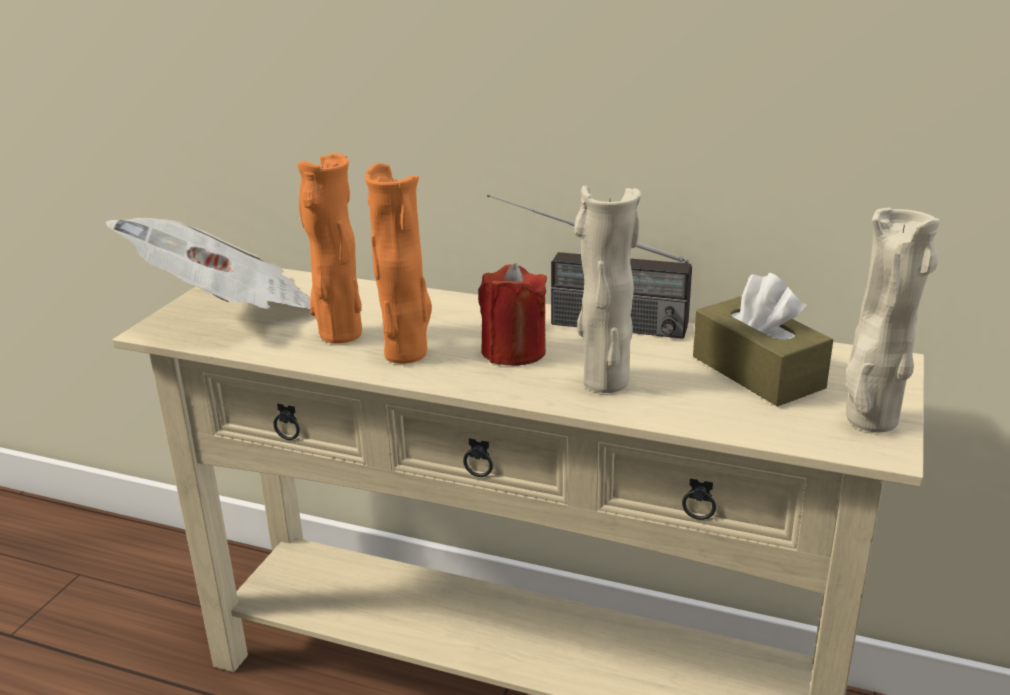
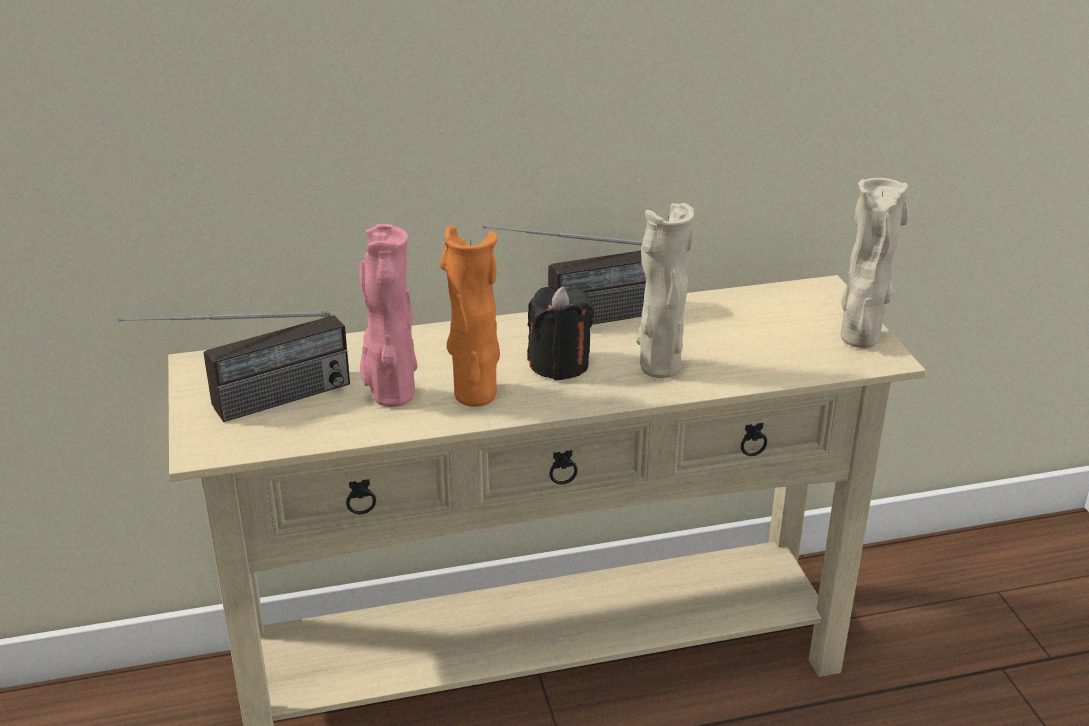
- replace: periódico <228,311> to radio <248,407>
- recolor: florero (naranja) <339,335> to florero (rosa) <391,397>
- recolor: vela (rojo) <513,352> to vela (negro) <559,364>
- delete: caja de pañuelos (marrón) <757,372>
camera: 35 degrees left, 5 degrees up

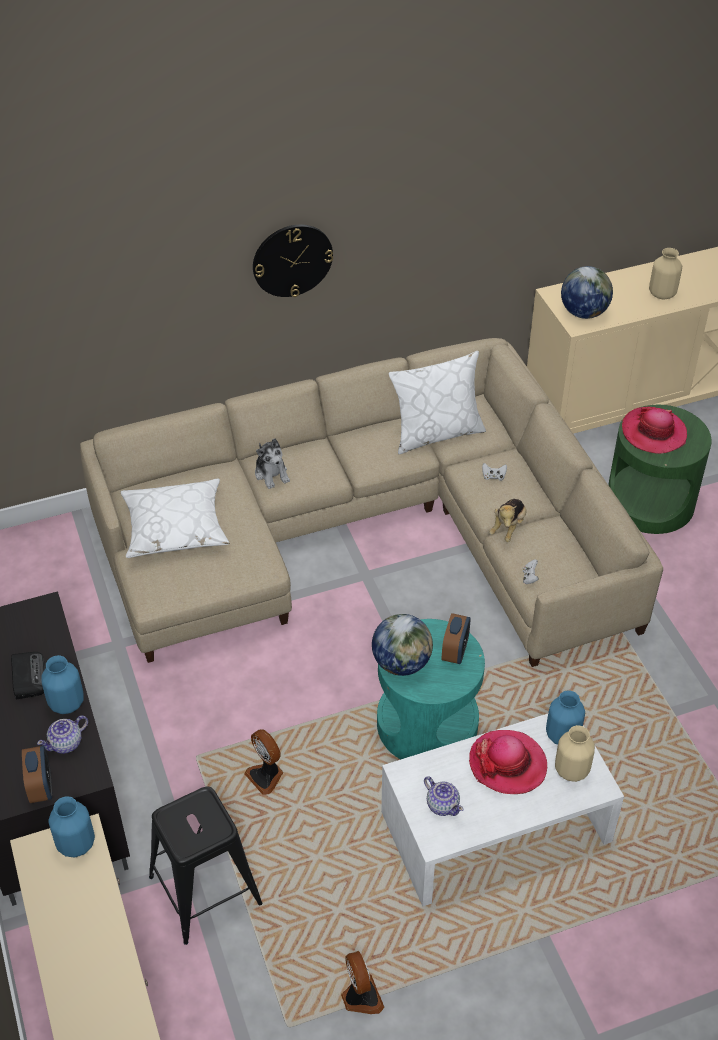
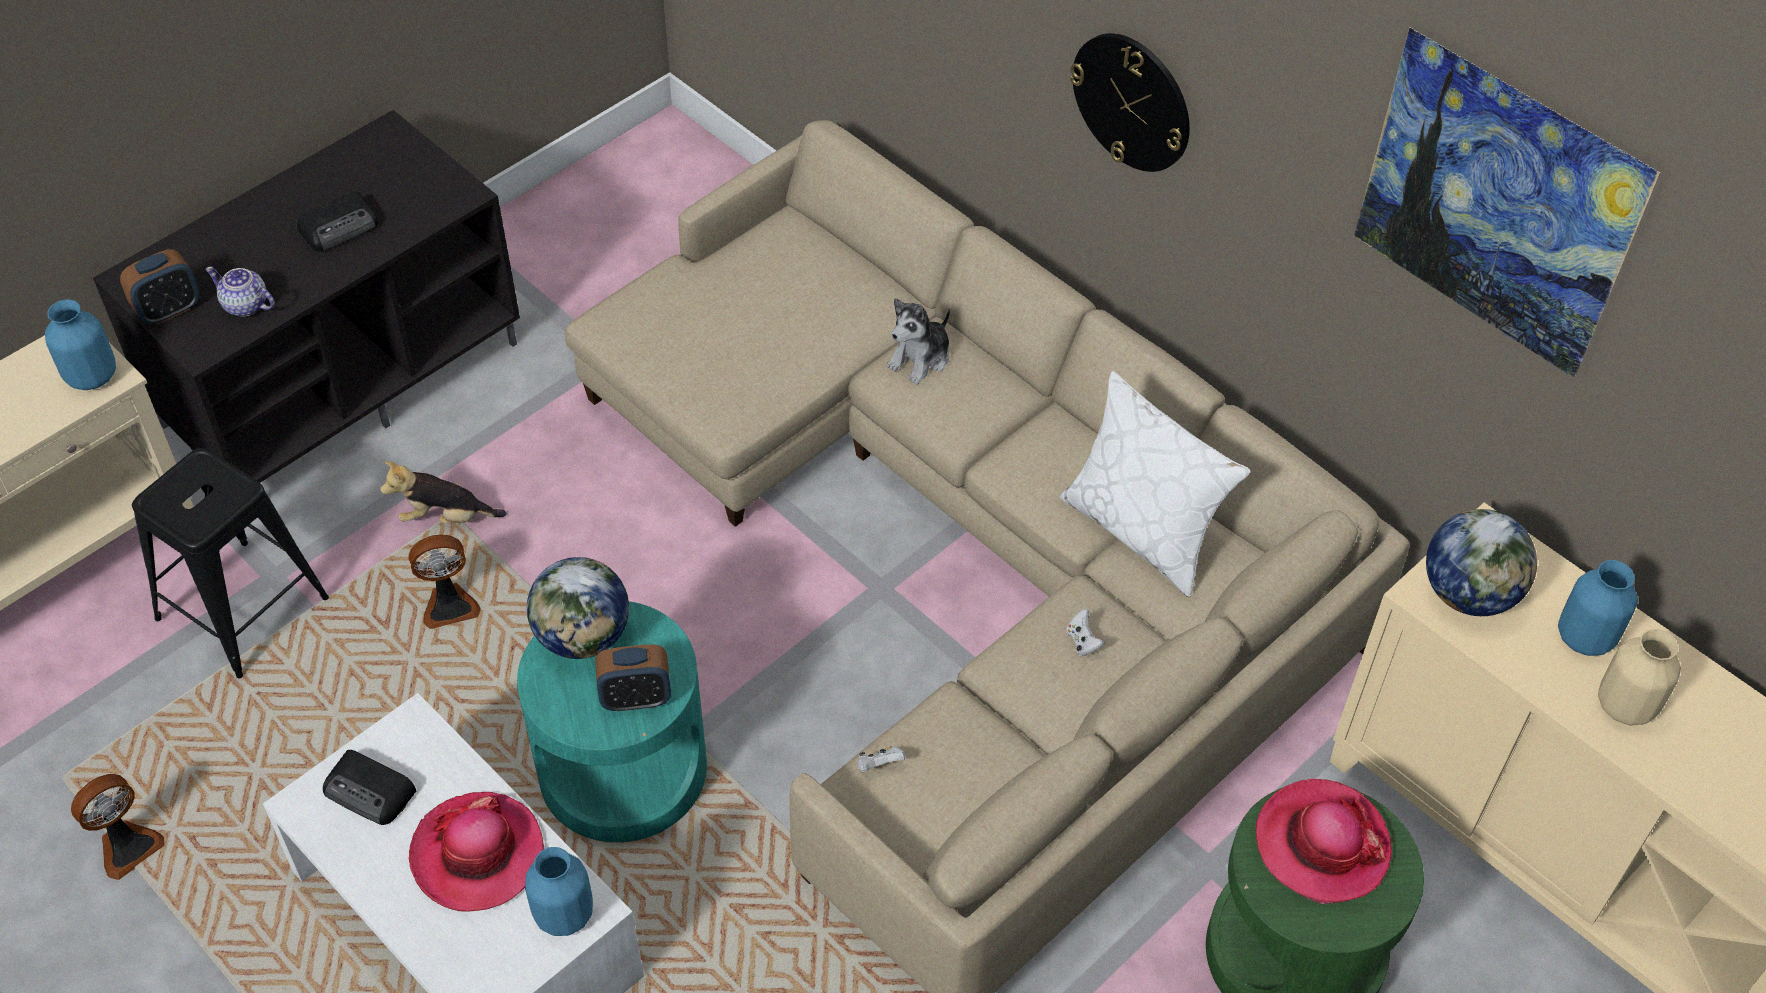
- move: florero (azul) <66,703> to <1583,637>
- delete: cojín (blanco) <175,527>
- rotate: ventilador <266,776> = <449,605> 135 degrees counterclockwise
- replace: tetera <442,804> to radio <371,791>
- move: peluche <508,527> to <445,517>
- delete: florero (beis) <572,770>
- insert: cuadro <1477,257>
camera: 65 degrees right, 5 degrees up

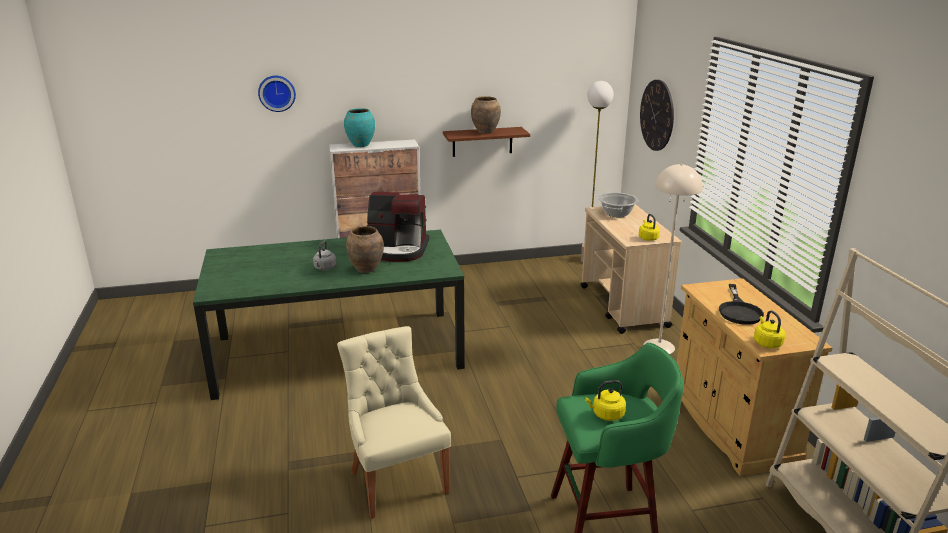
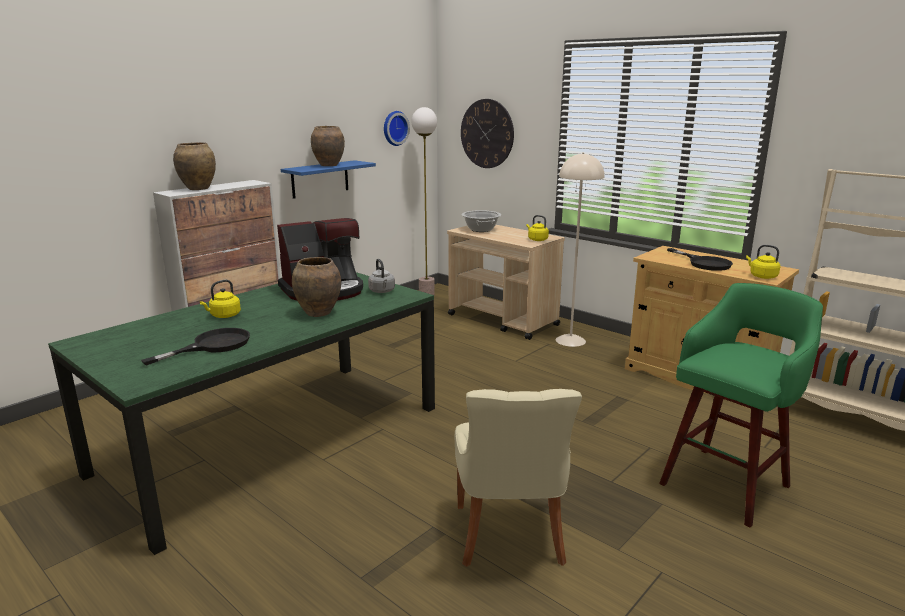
- move: reloj de pared <277,93> to <394,128>
- move: hervidor (gris) <324,268> to <382,291>
- rotate: silla (beis) <396,480> = <510,537> 120 degrees counterclockwise
- recolor: florero (turquesa) <361,145> to florero (marrón) <198,188>
- recolor: estante (marrón) <482,141> to estante (azul) <320,179>
- move: hervidor (amarillo) <606,415> to <224,316>
- insert: sartén (negro) <212,345>
camera: 35 degrees left, 5 degrees down

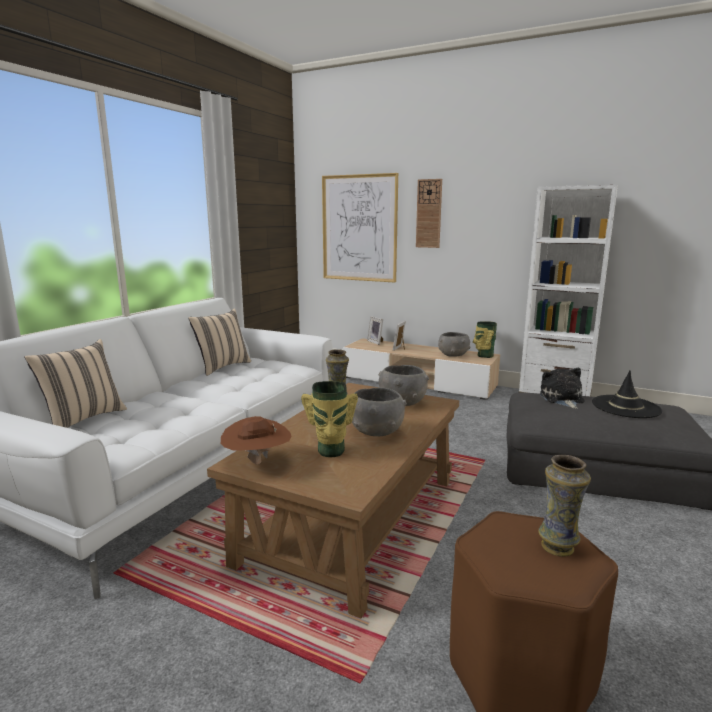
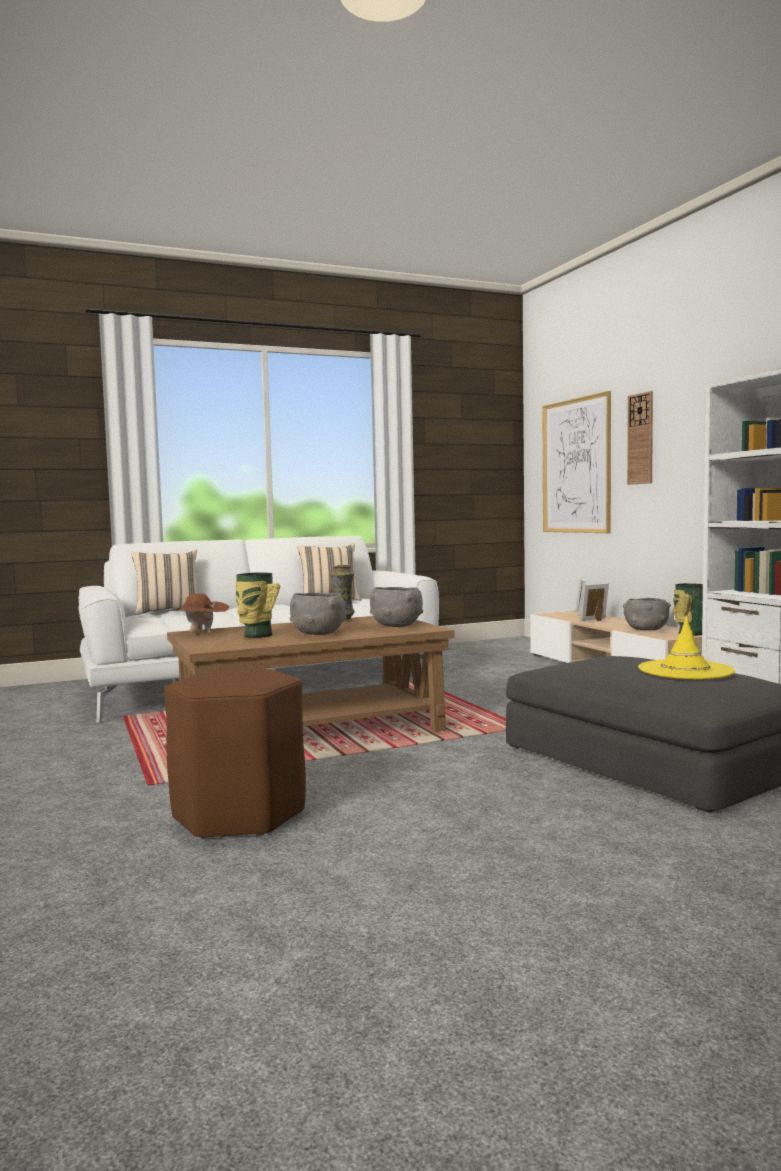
- delete: florero <558,547>
- delete: peluche <562,399>
- recolor: sombrero (negro) <625,407> to sombrero (amarillo) <685,670>
camera: 40 degrees right, 10 degrees down

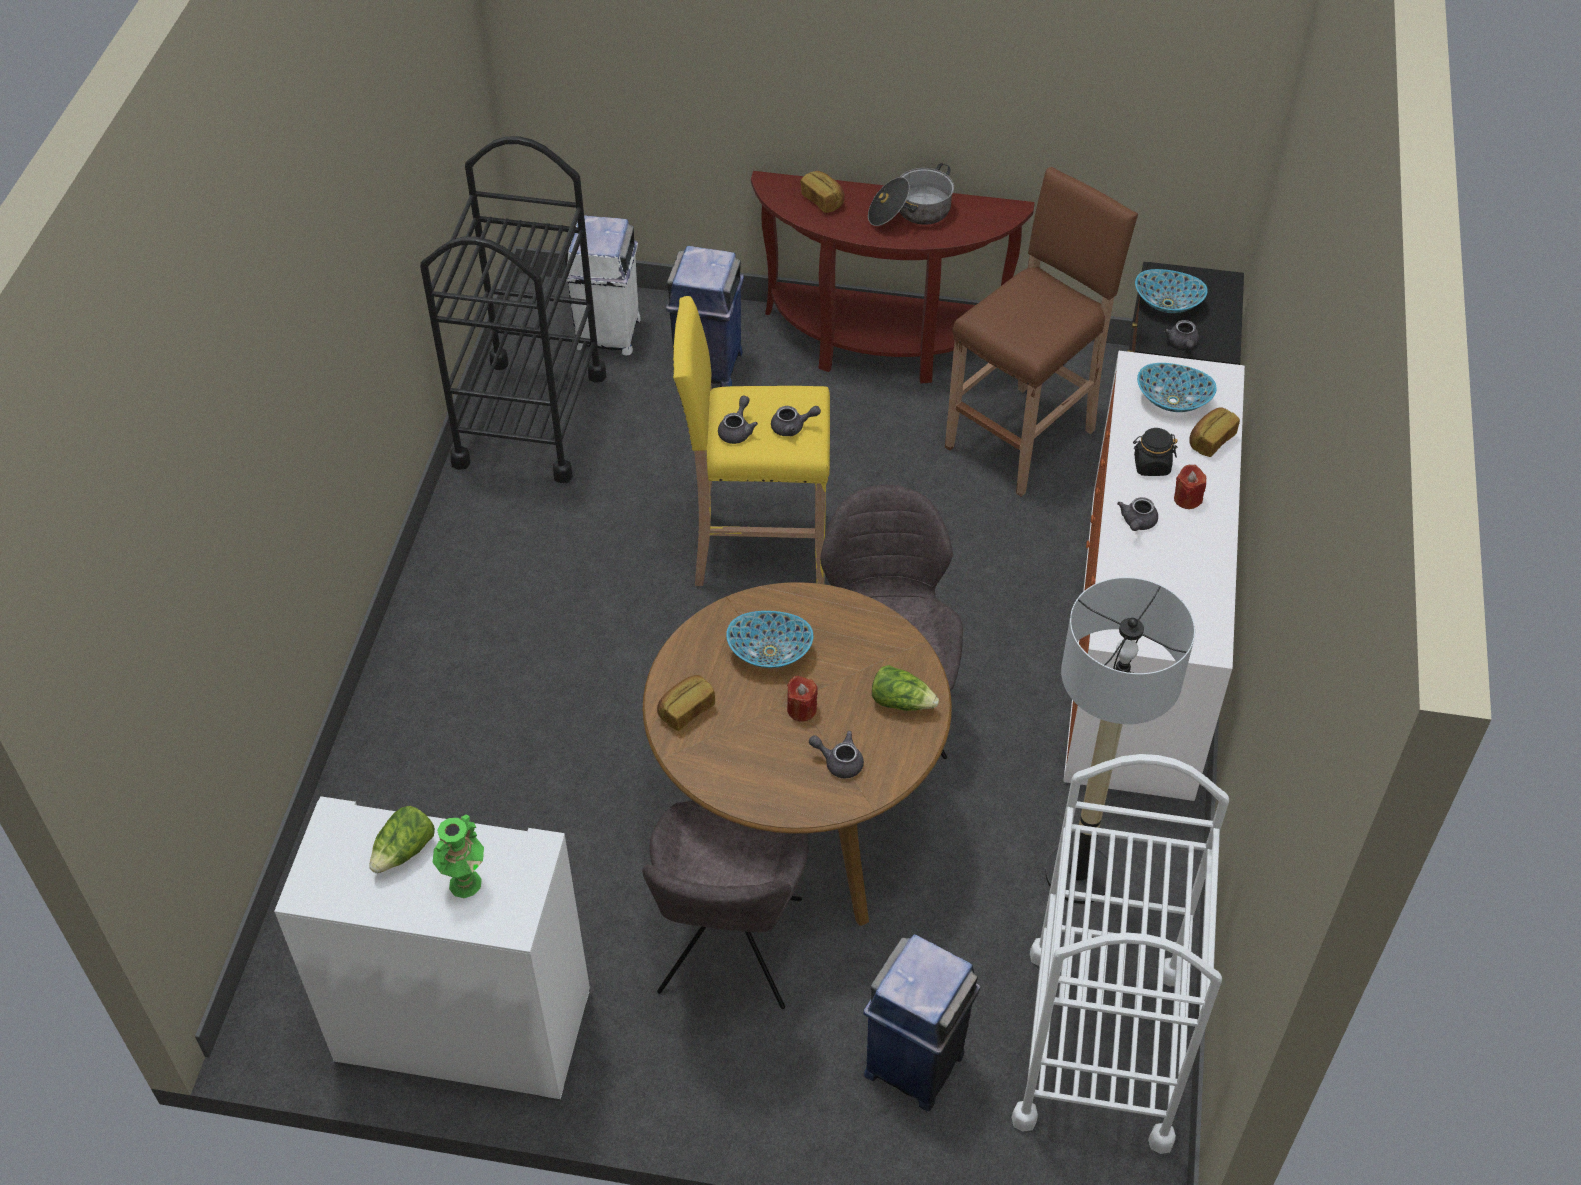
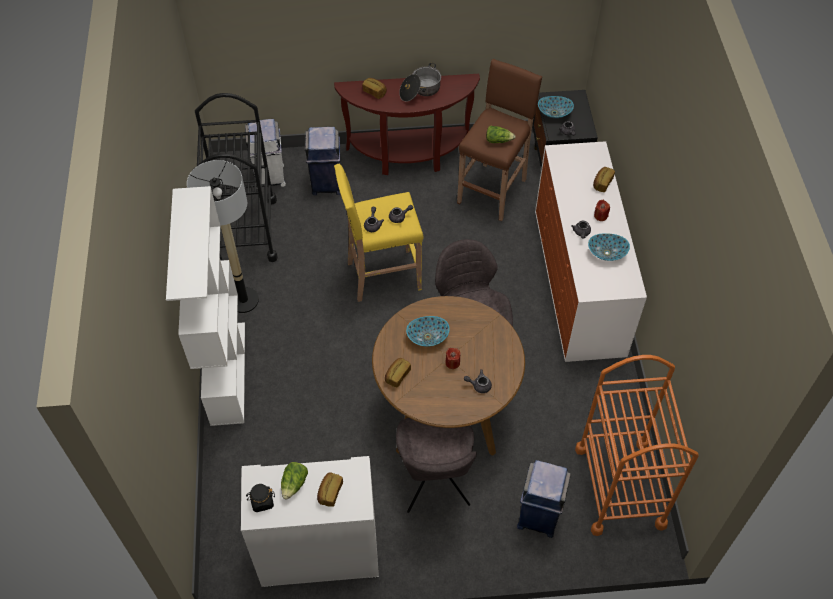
- replace: florero (verde) <464,883> to pan <330,493>
- move: lechuga <901,701> to <498,140>
- recolor: carrito (blanco) <1099,1046> to carrito (naranja) <620,486>
- move: lámpara de pie <1079,875> to <244,300>
- move: tarro (negro) <1151,465> to <262,502>
- move: cuenco <1172,400> to <606,252>
- insert: estantería (blanco) <227,372>
camera: 15 degrees left, 5 degrees up

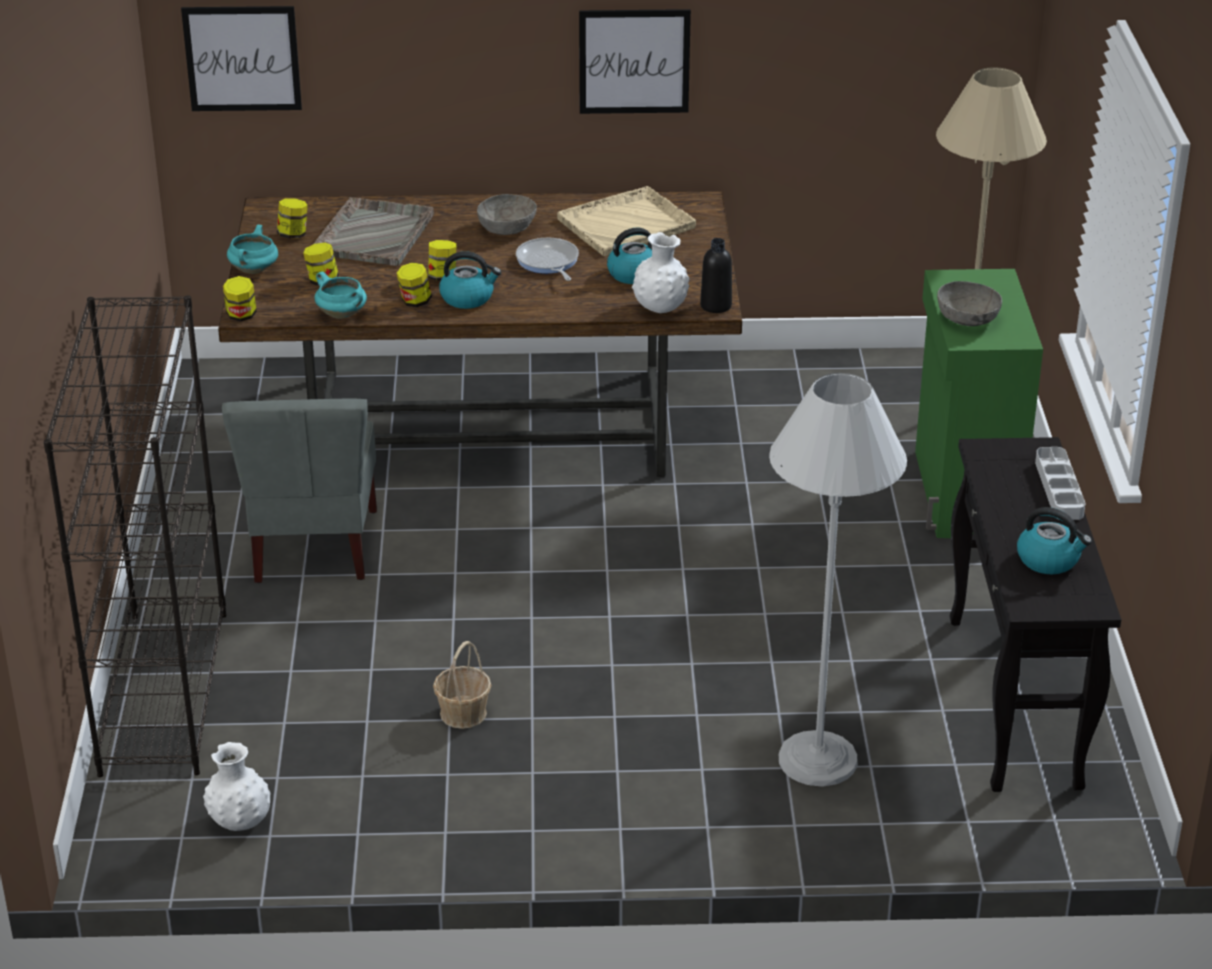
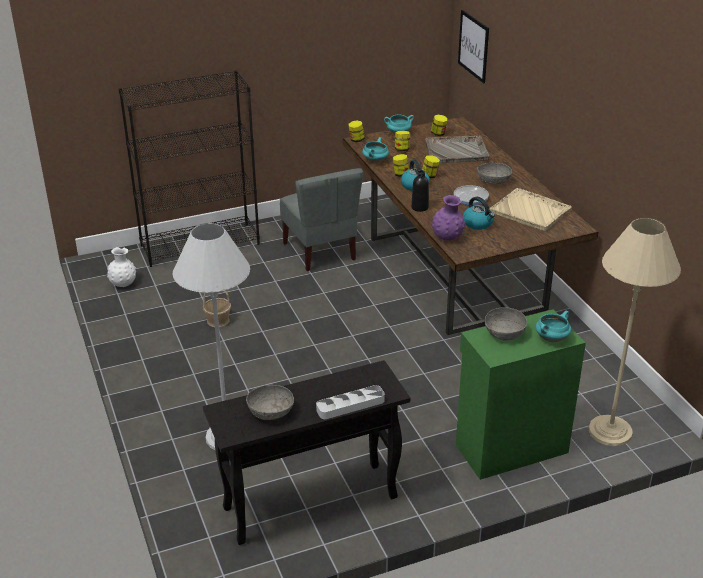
- rotate: silla (gris) <313,547> = <320,251> 90 degrees counterclockwise
- delete: cuadro <634,61>
- recolor: florero (blanco) <660,308> to florero (morado) <447,238>
- move: botella (negro) <716,306> to <419,207>
- replace: hervidor <1049,560> to cuenco (gris) <271,412>
- insert: olla (turquesa) <552,338>
camera: 70 degrees right, 0 degrees up

